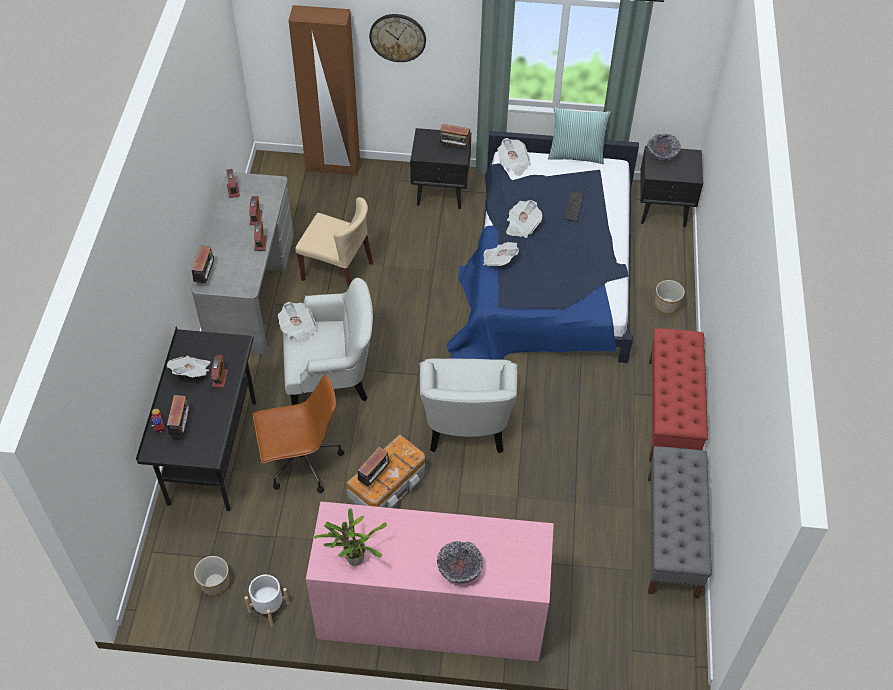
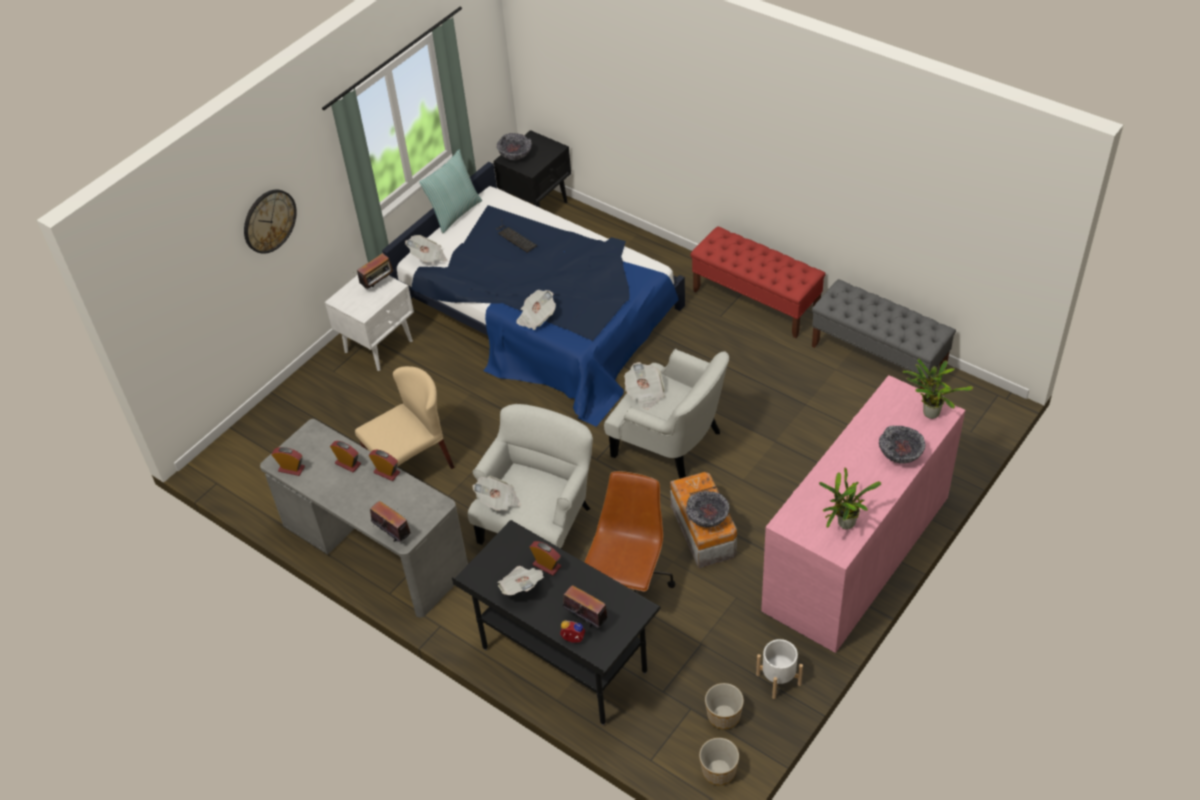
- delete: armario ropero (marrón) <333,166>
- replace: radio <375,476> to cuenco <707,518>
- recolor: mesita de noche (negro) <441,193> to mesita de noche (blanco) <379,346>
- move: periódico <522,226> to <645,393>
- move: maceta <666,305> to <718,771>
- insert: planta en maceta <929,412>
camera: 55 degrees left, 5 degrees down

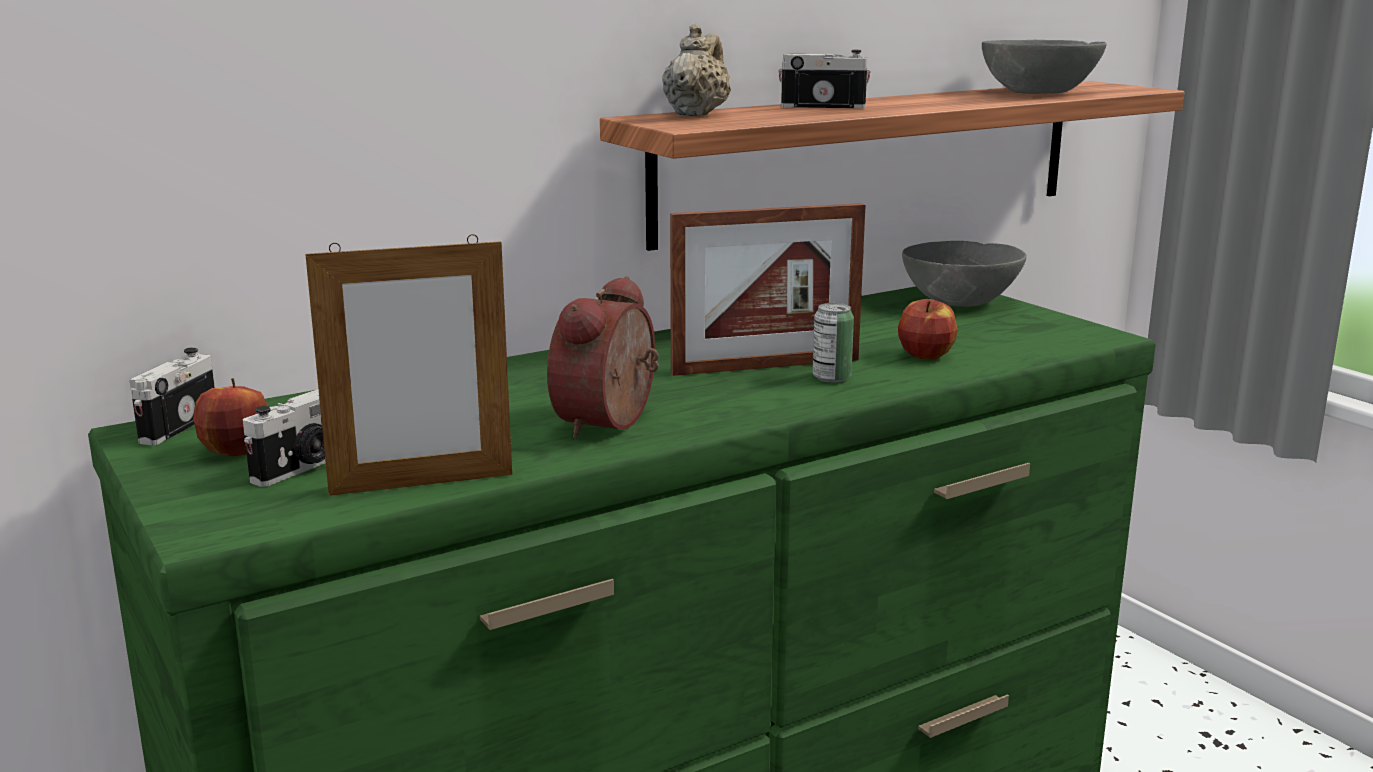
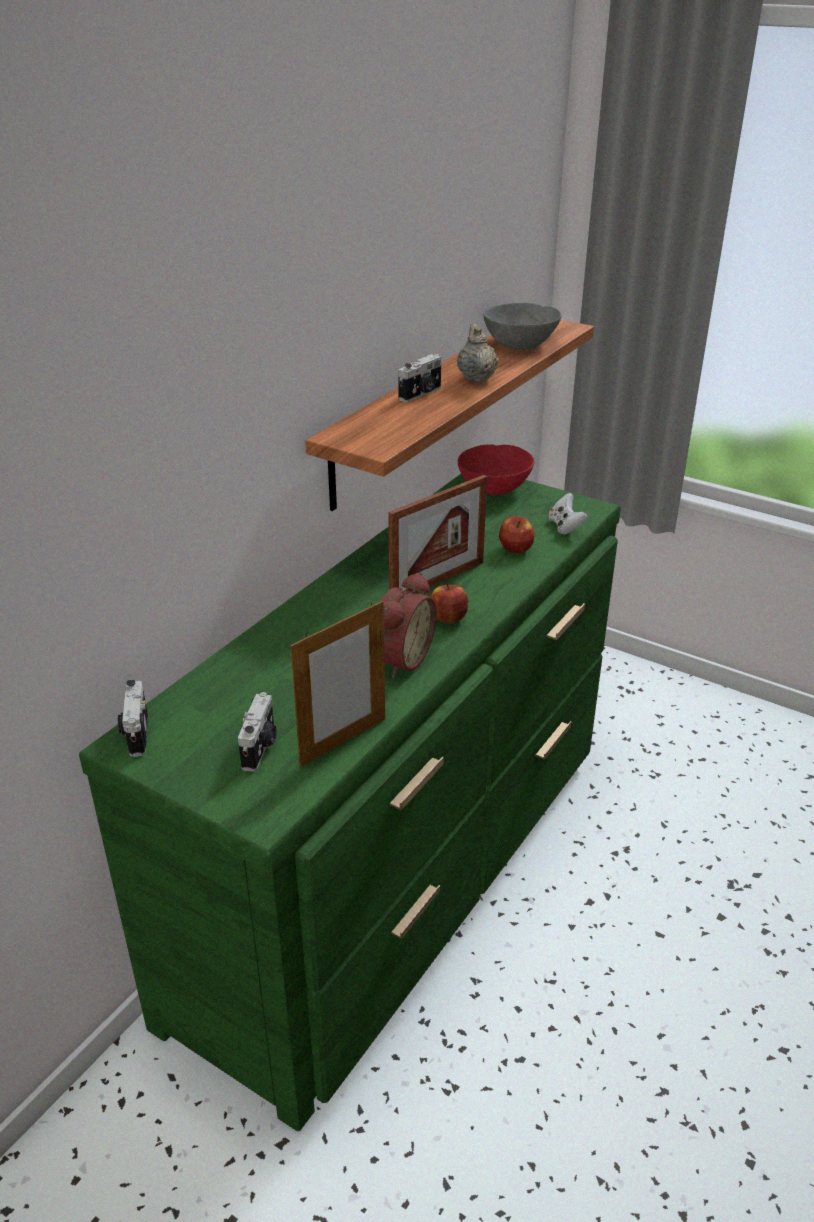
- move: manzana <235,451> to <448,619>
- rotate: despertador <612,424> = <398,659> 150 degrees counterclockwise
- move: tetera (beis) <697,114> to <476,378>
- rotate: cámara <823,106> = <421,394> 150 degrees clockwise
- delete: lata <831,378>
- recolor: cuenco (gris) <960,301> to cuenco (rojo) <494,488>
- insert: mando de consola (blanco) <565,527>
camera: 25 degrees left, 15 degrees up

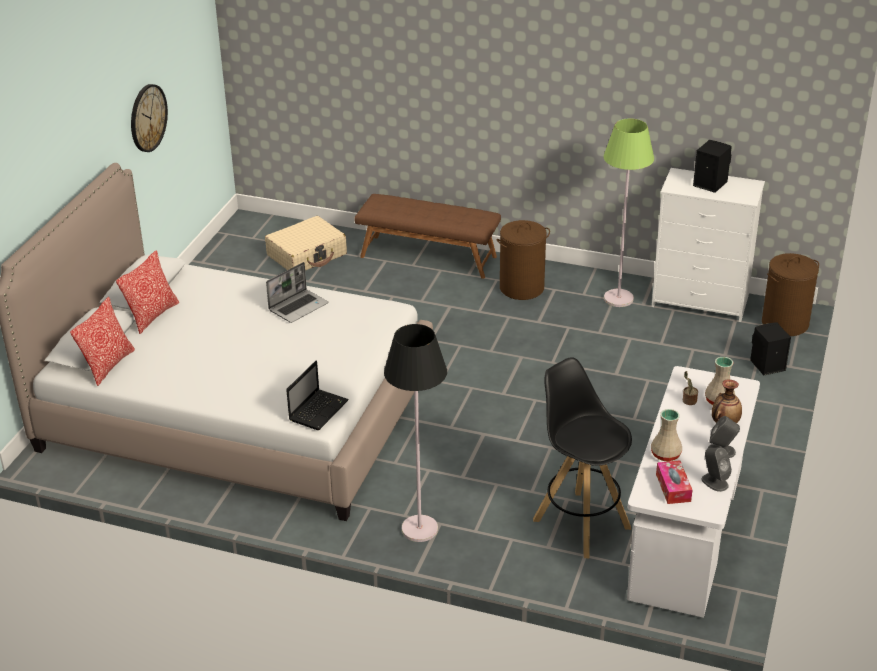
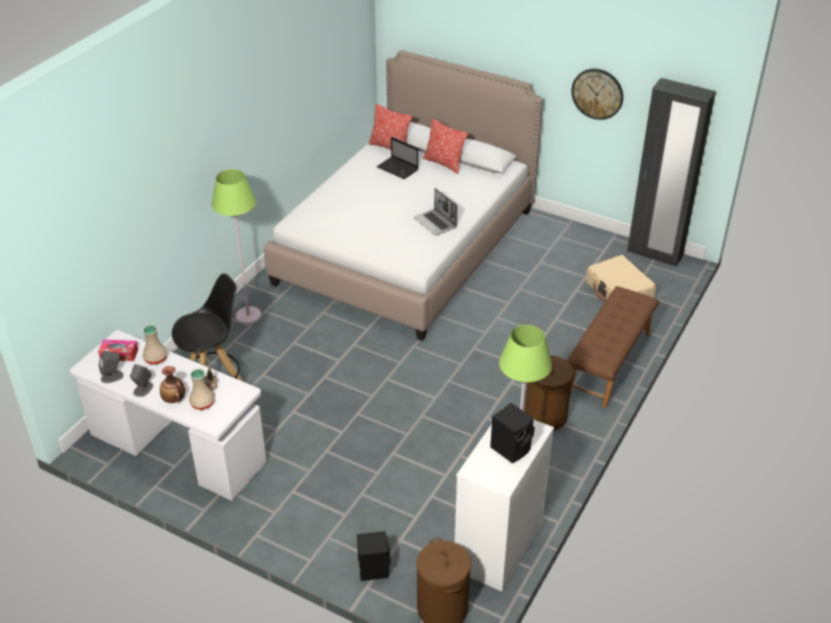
- move: portátil <319,410> to <398,169>
- recolor: lámpara de pie (negro) <419,529> to lámpara de pie (verde) <248,316>
- insert: armario ropero (negro) <654,254>
camera: 100 degrees right, 5 degrees up

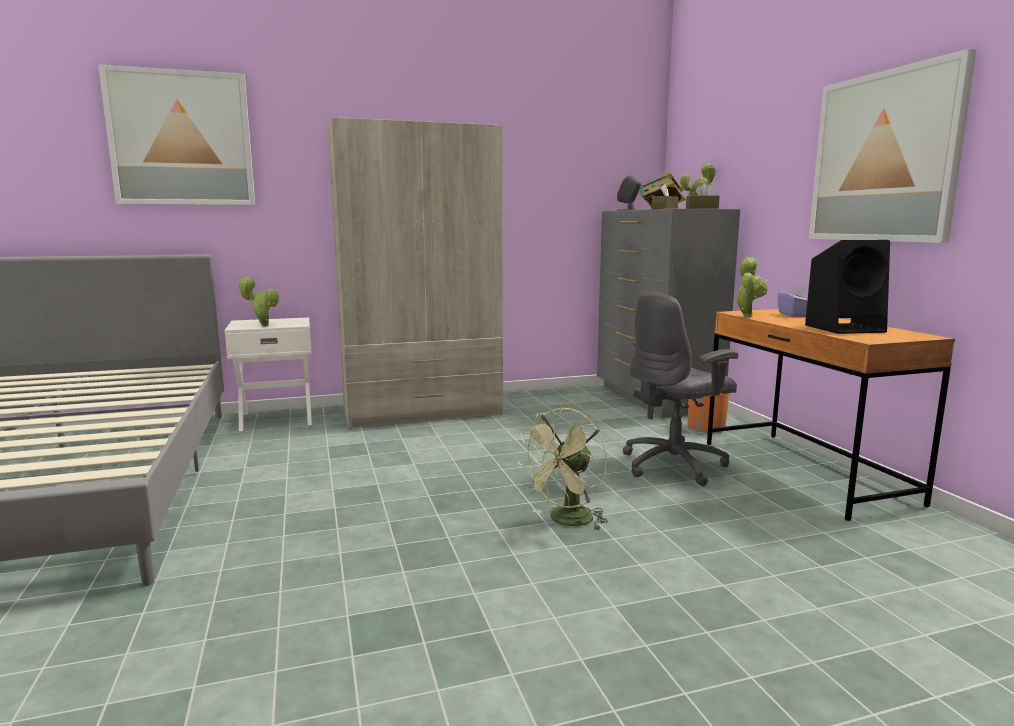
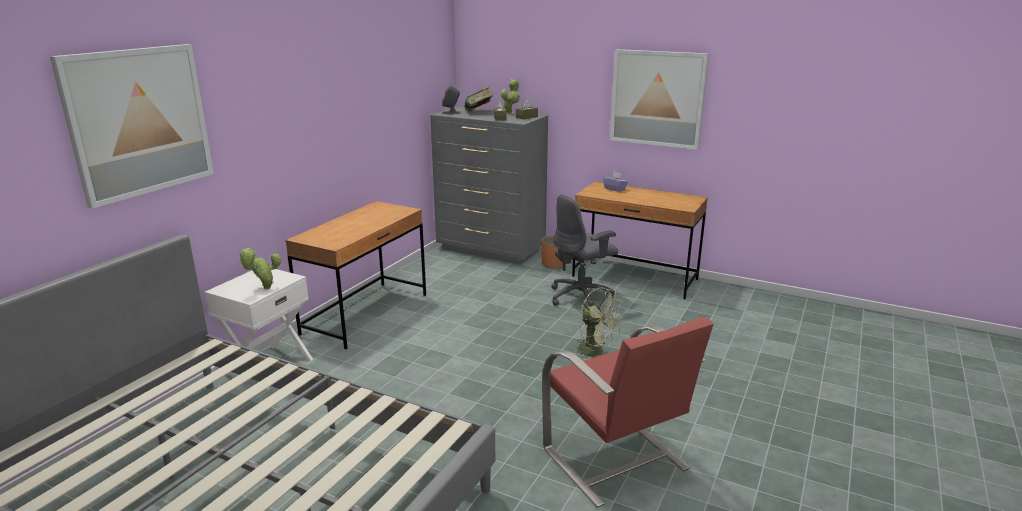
- replace: armario ropero (beis) <422,410> to escritorio (marrón) <366,314>
- rotate: ventilador (verde) <566,521> = <596,351> 45 degrees counterclockwise
- rotate: silla de oficina (gris) <674,465> = <581,297> 45 degrees clockwise
- delete: planta en maceta <747,315>
- delete: altavoz (negro) <845,328>
- insert: sillón (rojo) <616,460>
camera: 45 degrees left, 10 degrees up

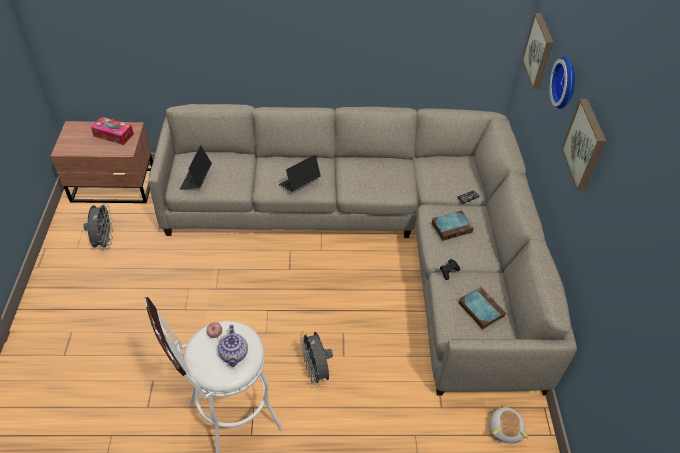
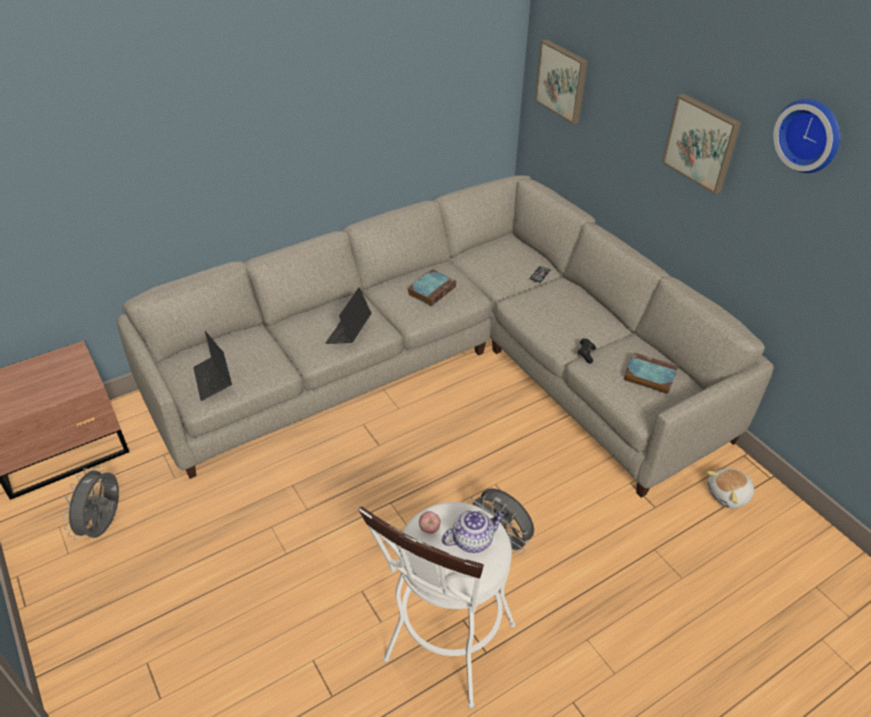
- rotate: ventilador (gris) <104,241> = <105,526> 135 degrees counterclockwise
- delete: caja de pañuelos <113,135>
- rotate: tetera <234,355> = <473,540> 75 degrees counterclockwise
- move: libro <452,227> to <432,290>
- rotate: peluche <505,429> = <729,495> 90 degrees clockwise
- move: reloj de pared <566,83> to <810,134>
camera: 30 degrees left, 5 degrees down

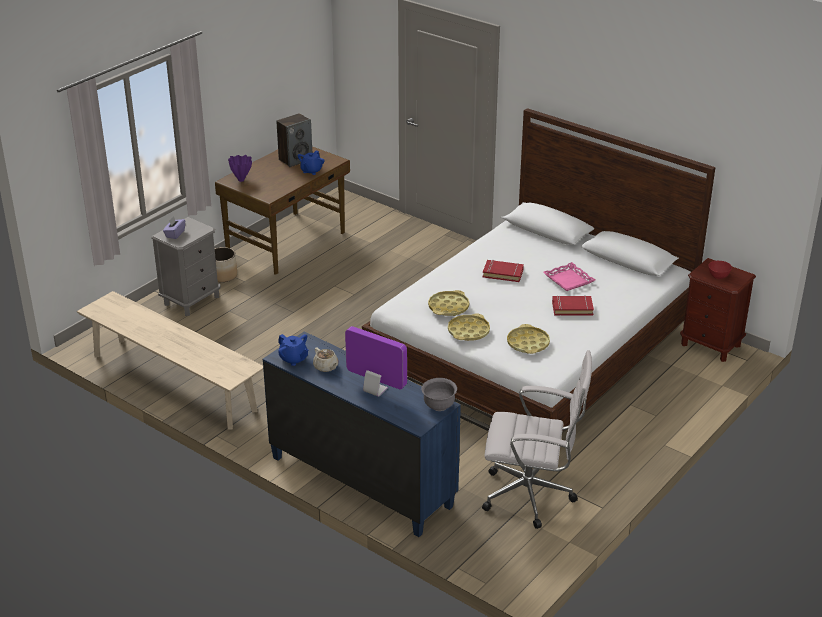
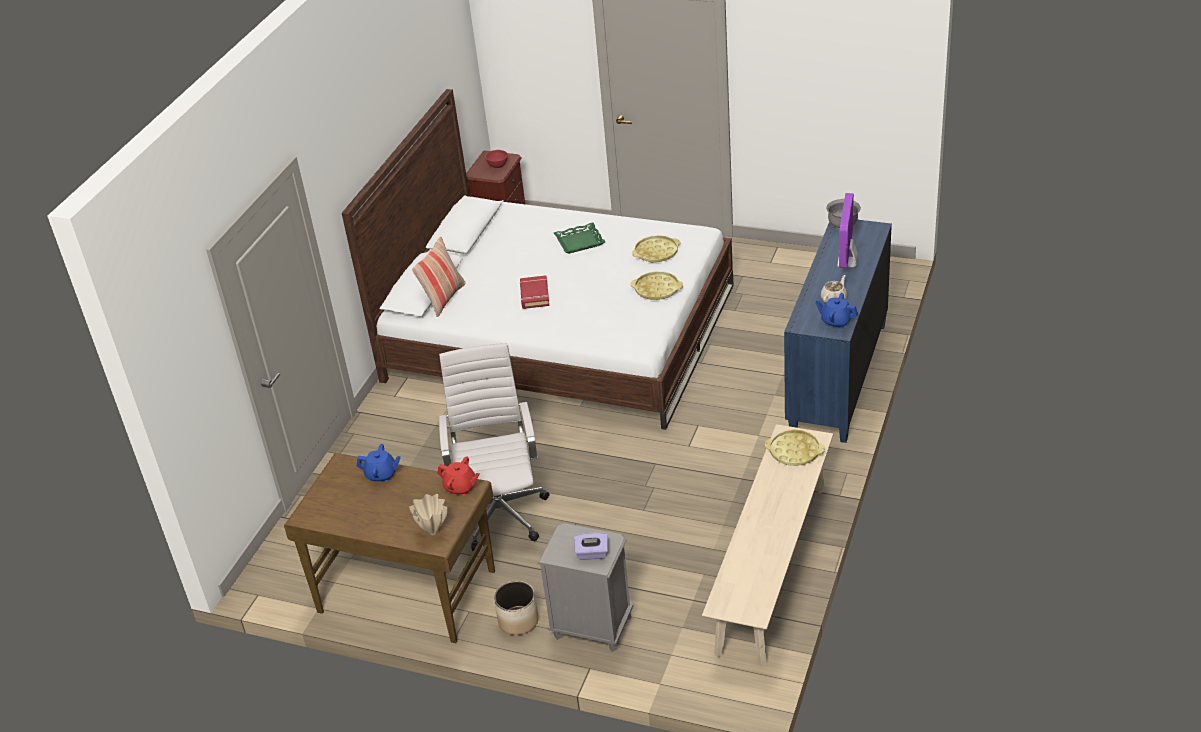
- recolor: florero (morado) <241,180> to florero (beis) <433,531>
- delete: altavoz <295,159>
- rotate: tetera (azul) <293,359> = <836,321> 90 degrees counterclockwise
- move: bandeja (amarillo) <448,307> to <794,452>
- move: silla de oficina (blanco) <532,496> to <500,512>
- delete: bandeja (rosa) <568,280>
- replace: libro (rojo) <572,308> to bandeja (verde) <579,242>
- insert: cojín <443,298>
- insert: tetera (rojo) <460,487>
camera: 105 degrees left, 5 degrees up

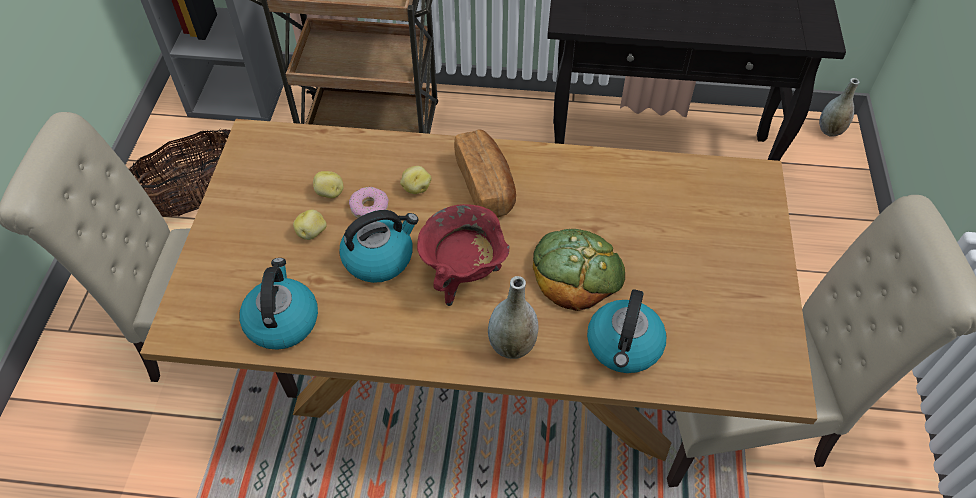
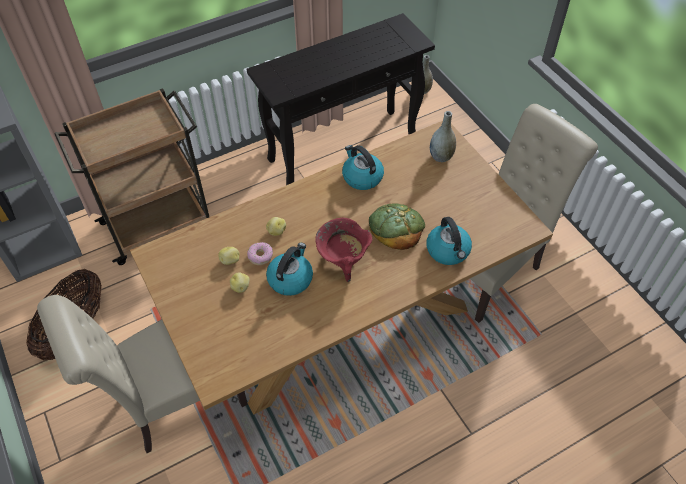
- move: hervidor <282,320> to <362,177>
- delete: pan <486,186>
- move: florero (gris) <512,345> to <441,157>
camera: 35 degrees left, 0 degrees up

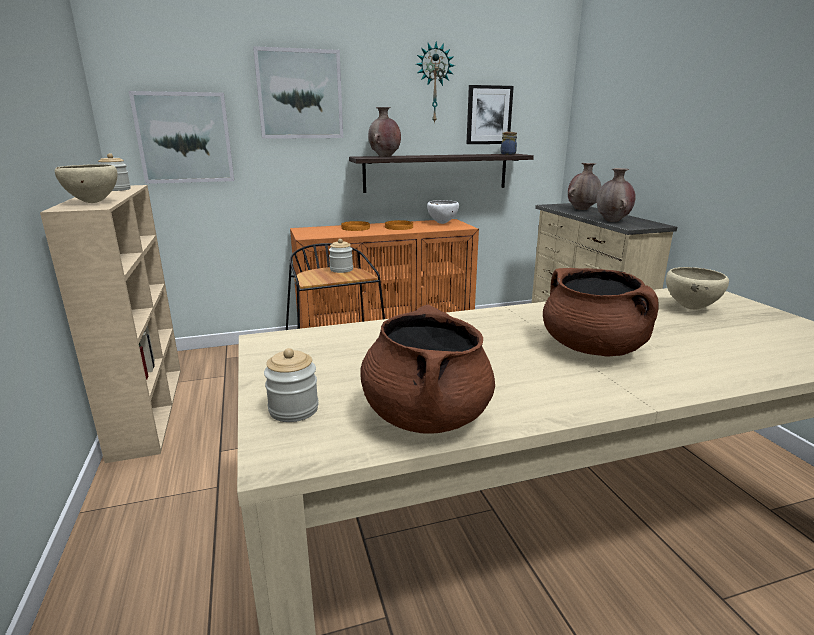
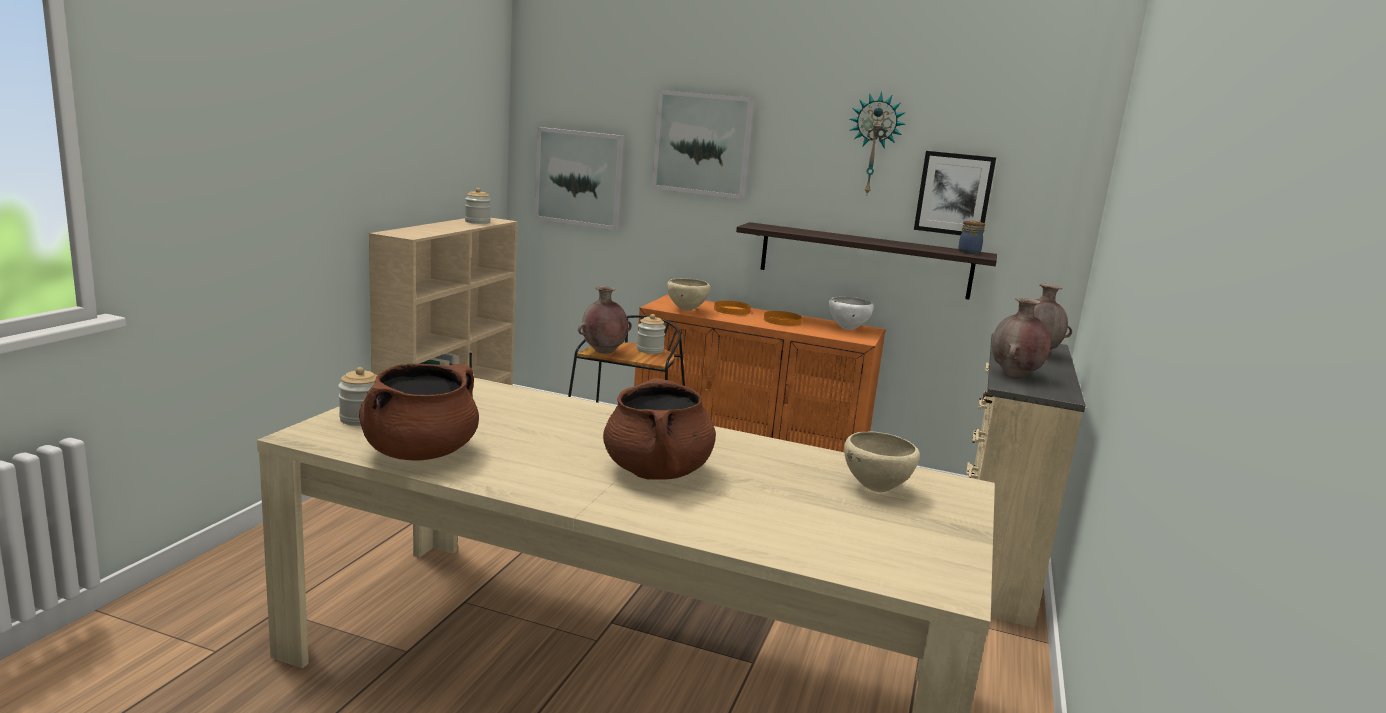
- move: cuenco (beis) <92,203> to <686,310>
- move: florero (marrón) <385,156> to <603,351>
camera: 35 degrees right, 5 degrees down

